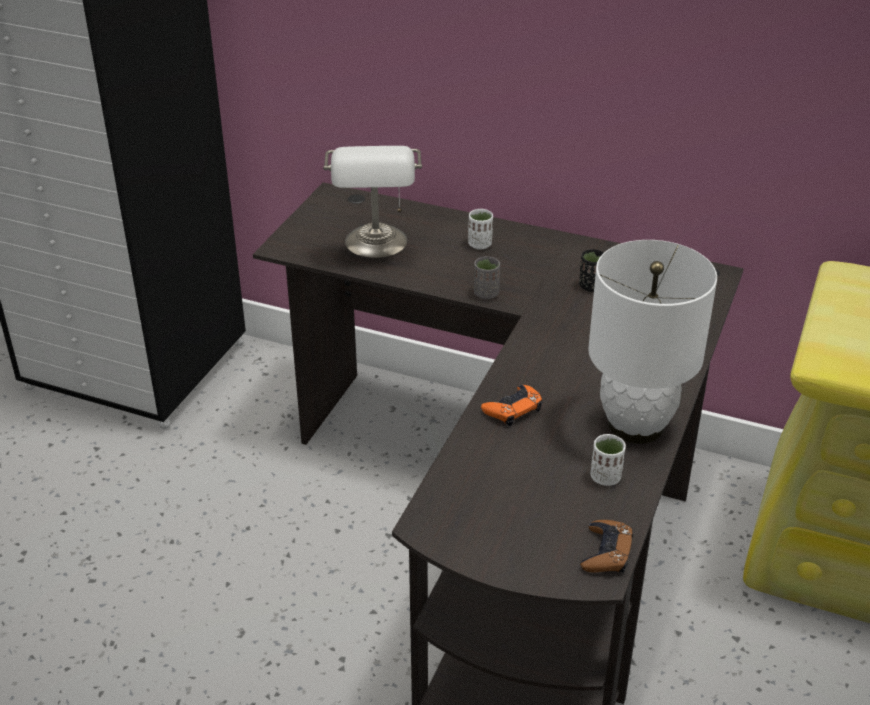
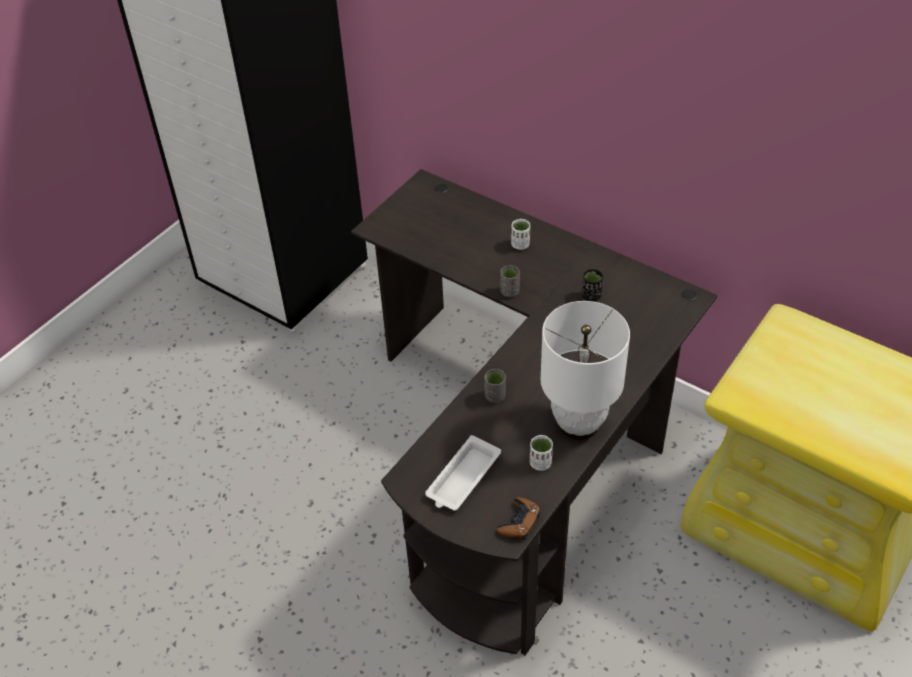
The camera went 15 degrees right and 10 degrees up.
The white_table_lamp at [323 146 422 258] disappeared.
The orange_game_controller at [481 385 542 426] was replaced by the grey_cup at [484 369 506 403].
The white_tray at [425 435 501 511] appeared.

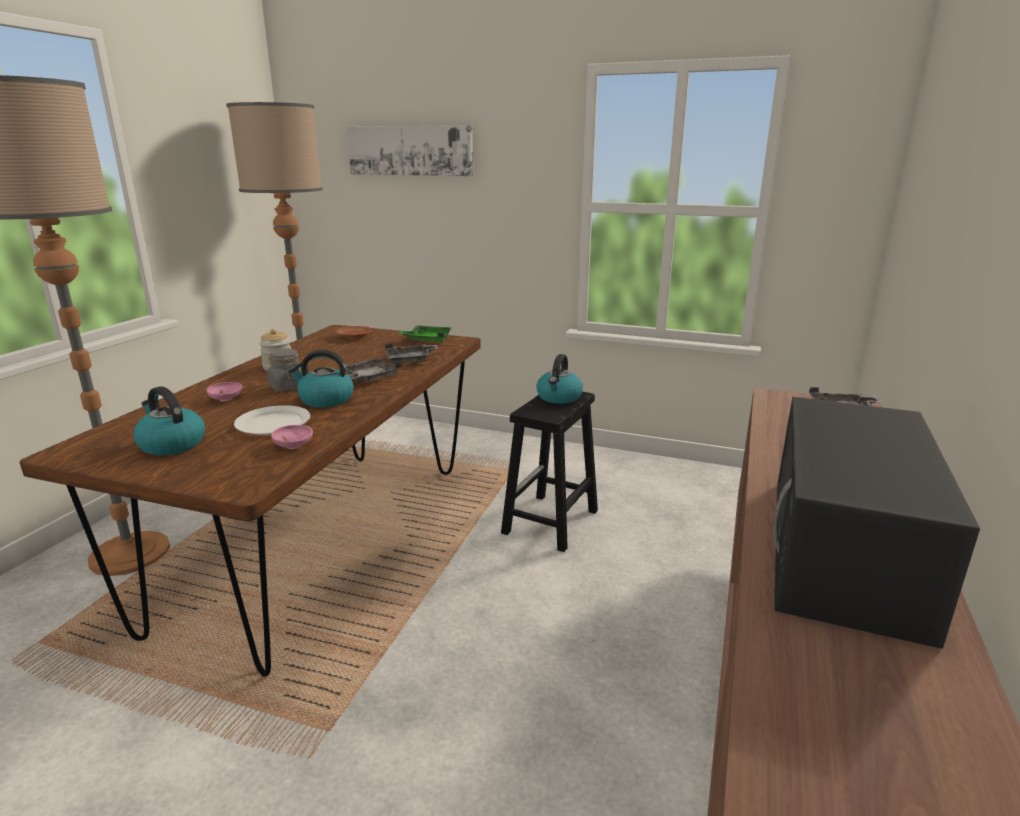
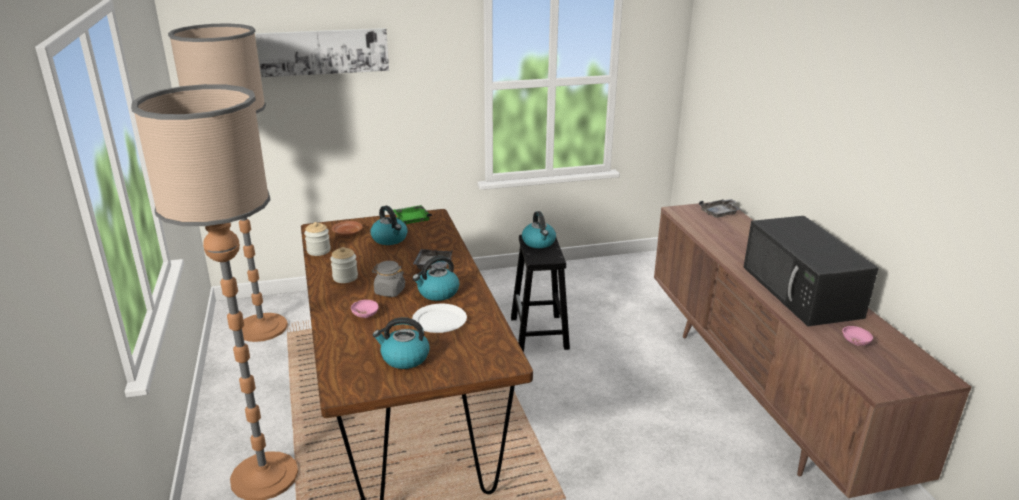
The camera went 35 degrees left and 5 degrees up.
The pink_bowl moved from [271 425 313 449] to [842 326 873 345].
The grey_tray at [385 344 438 364] disappeared.
The jar at [304 222 331 256] appeared.
The kettle at [370 206 408 245] appeared.

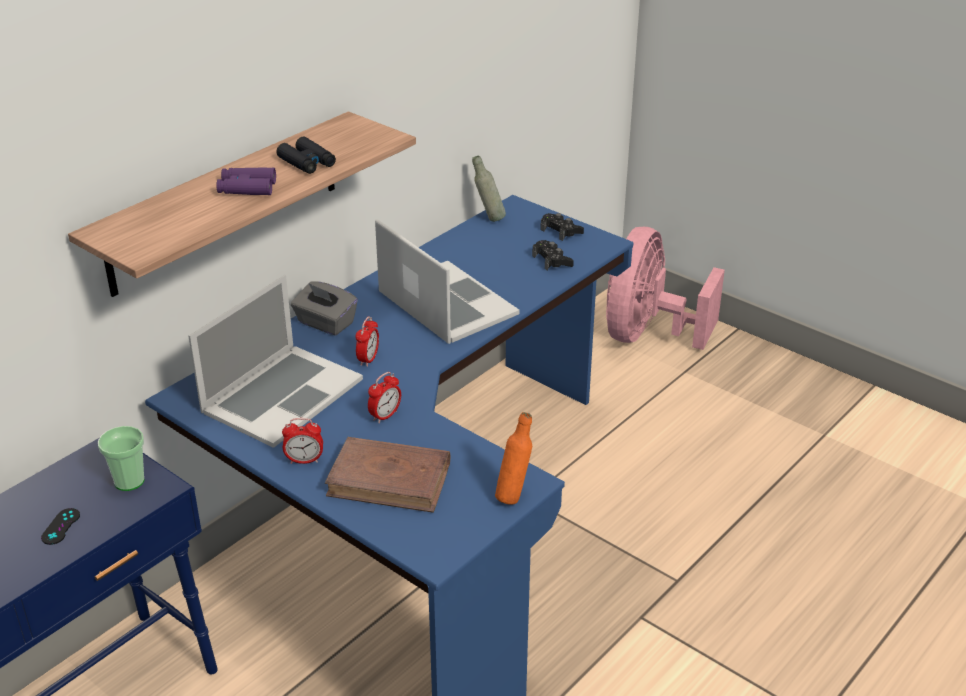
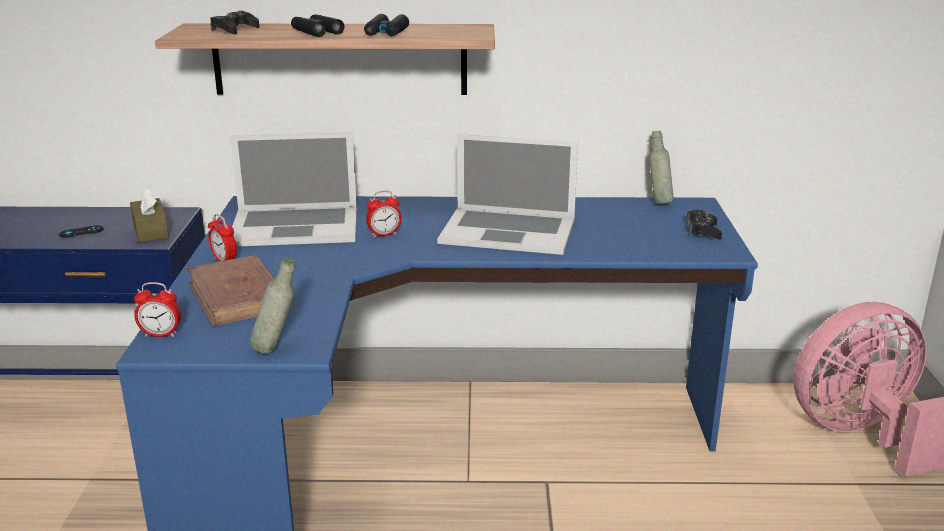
The camera went 50 degrees right and 10 degrees down.
The cup at [98 426 144 491] was replaced by the brown_tissue_box at [130 187 169 243].
The purple_binoculars at [216 168 276 195] became the black_binoculars at [291 14 344 37].
The grey_tissue_box at [291 281 358 335] disappeared.
The alarm_clock moved from [368 372 401 423] to [134 282 181 337].
The laptop at [375 219 520 344] turned 90 degrees clockwise.
The orange_bottle at [495 412 532 505] became the grey_bottle at [250 258 295 354].
The black_game_controller moved from [532 240 574 270] to [210 10 259 34].

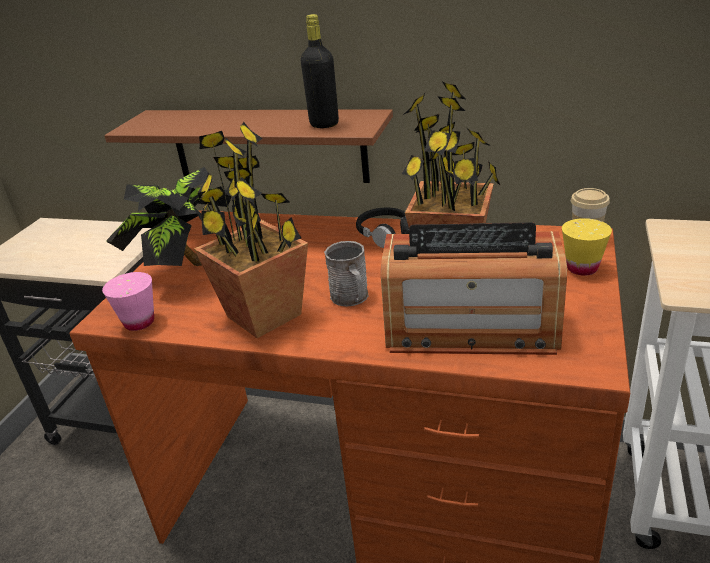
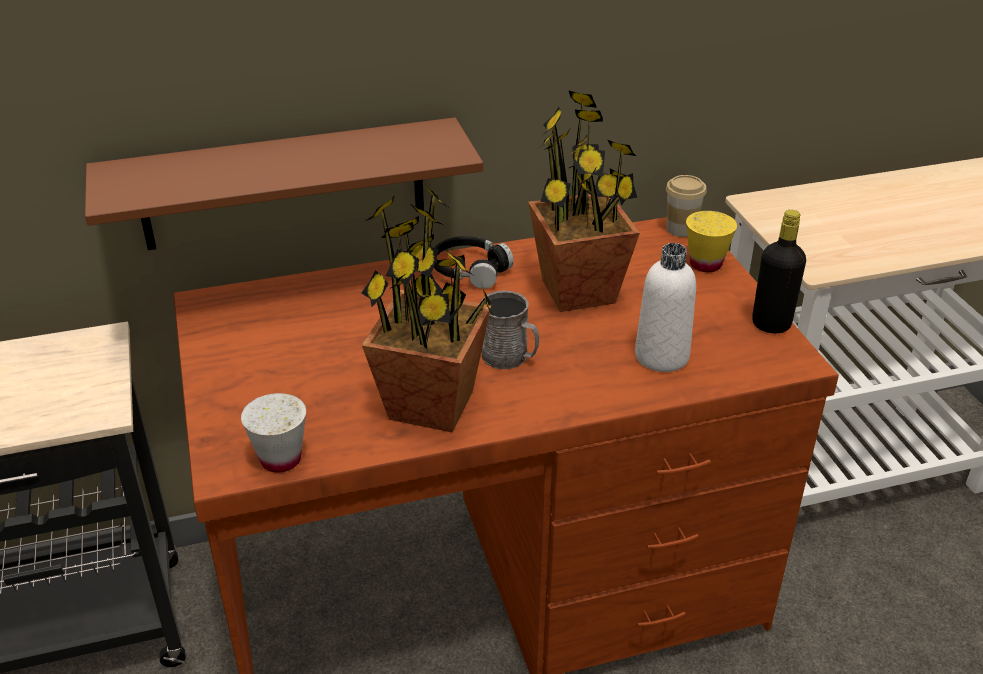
The camera went 35 degrees left and 5 degrees up.
The pink_cup at [102 272 154 331] became the white_cup at [241 393 306 473].
The potted_plant at [106 167 231 266] disappeared.
The black_bottle moved from [301 14 339 128] to [752 210 806 333].
The radio at [381 222 567 355] was replaced by the white_bottle at [635 243 696 372].

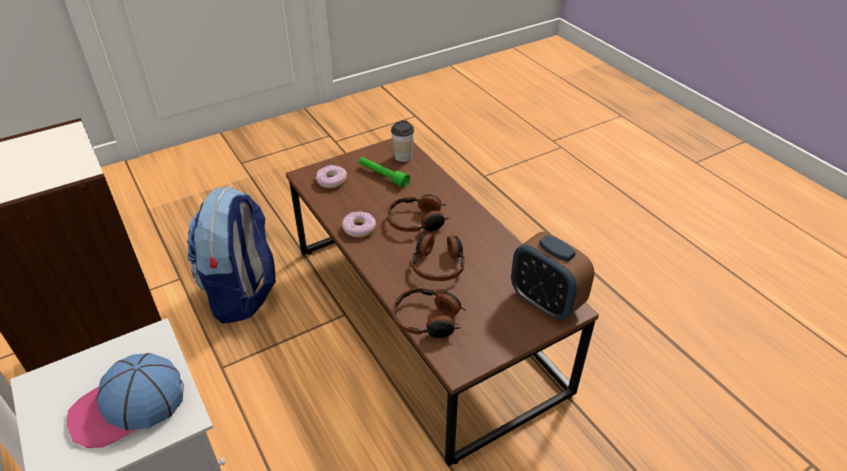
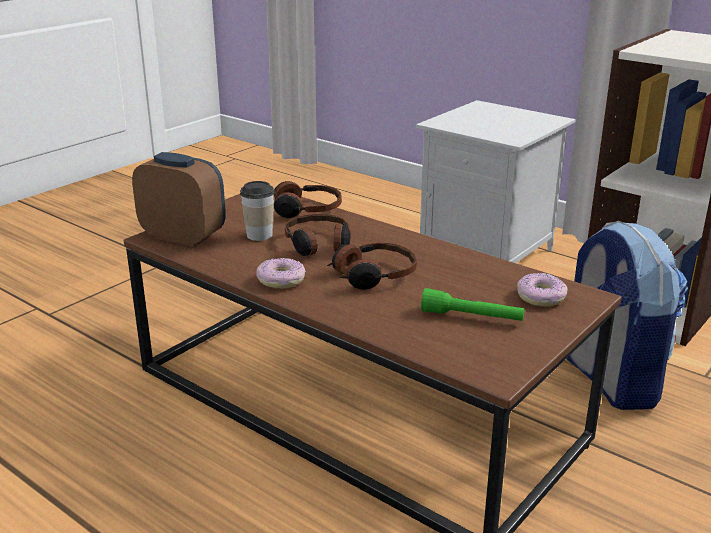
The camera went 160 degrees right and 15 degrees down.
The cap at [67 353 184 448] disappeared.
The donut moved from [342 211 376 237] to [257 258 306 288].
The cup moved from [391 120 414 162] to [240 181 274 241].

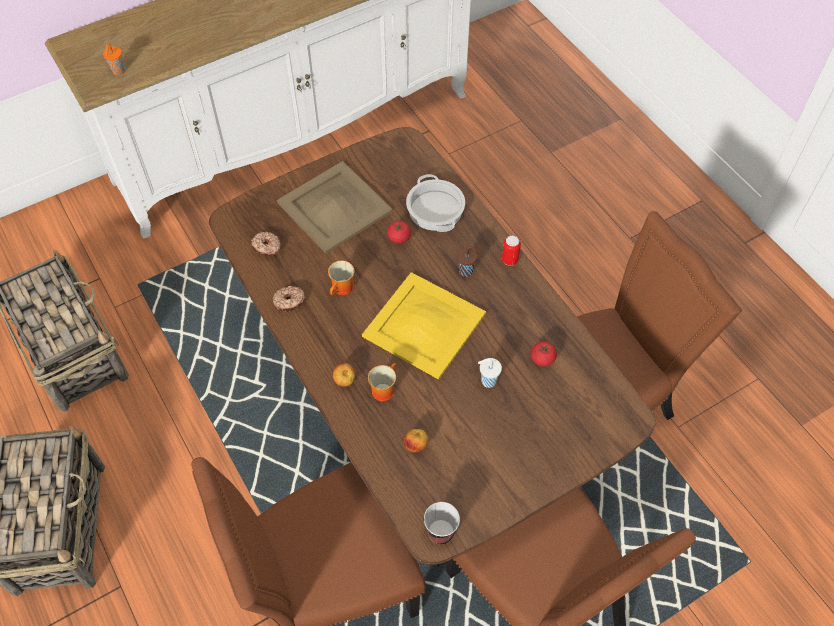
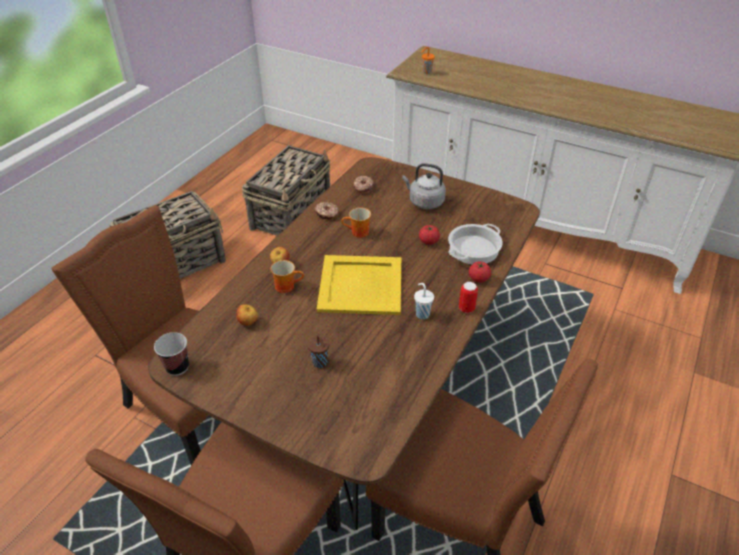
The camera went 60 degrees right and 15 degrees down.
The beige_tray at [277 161 393 254] was replaced by the grey_kettle at [402 163 446 209].
The brown_cup moved from [457 246 480 277] to [308 334 329 368].
The white_cup moved from [478 358 502 388] to [414 283 434 319].
The tomato moved from [531 341 557 367] to [469 261 491 283].

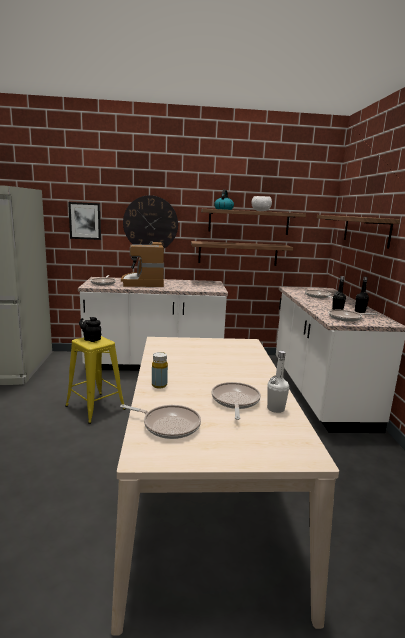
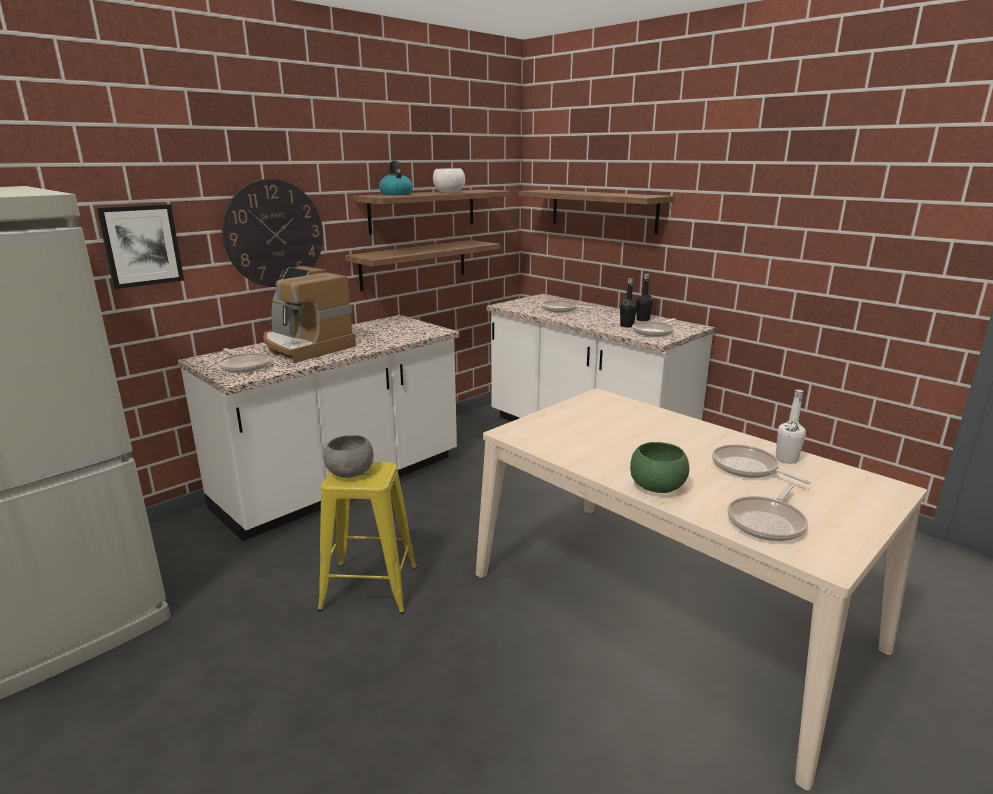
The camera went 40 degrees left and 5 degrees up.
The black_teapot at [79 317 101 342] was replaced by the grey_bowl at [324 435 374 478].
The frying_pan at [120 404 201 439] turned 150 degrees clockwise.
The yellow_bottle at [152 352 168 388] was replaced by the green_bowl at [630 442 689 493].

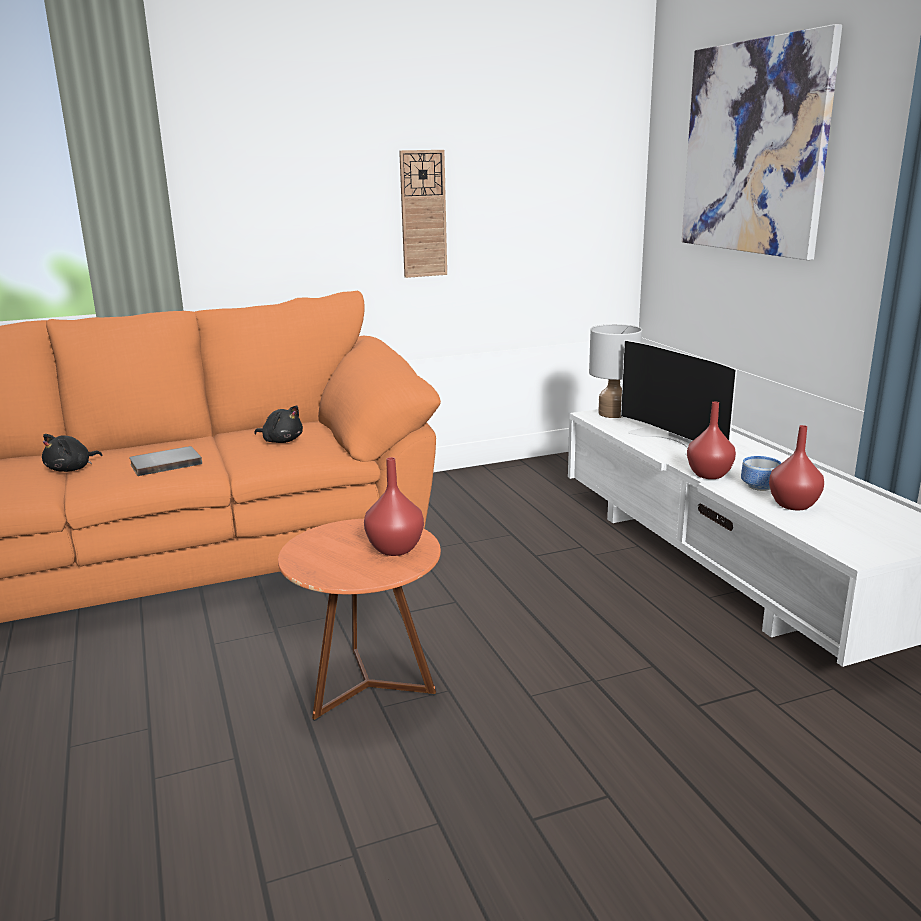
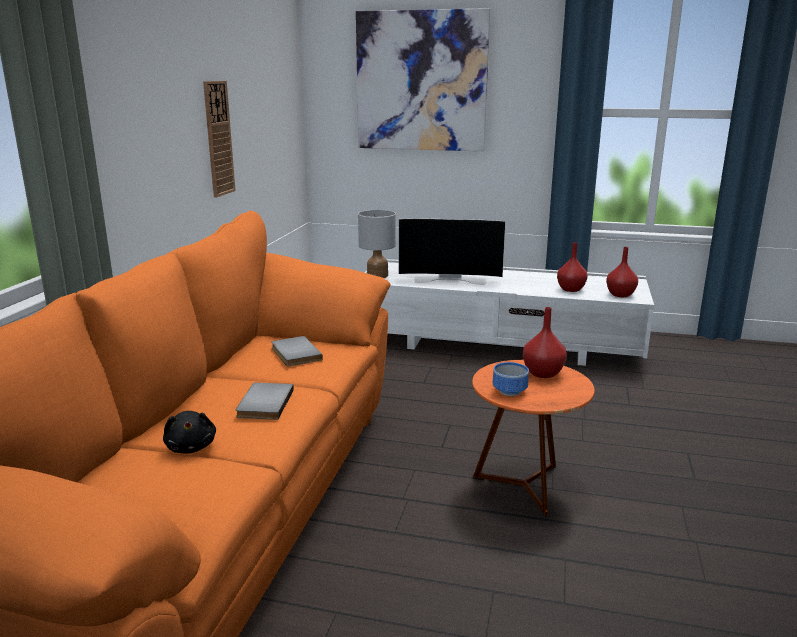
The camera went 55 degrees left and 0 degrees up.
The black_plush_toy at [254 406 303 443] was replaced by the grey_book at [271 336 323 366].
The red_vase moved from [687 402 736 479] to [606 247 638 297].
The bowl moved from [741 456 781 491] to [493 362 529 396].

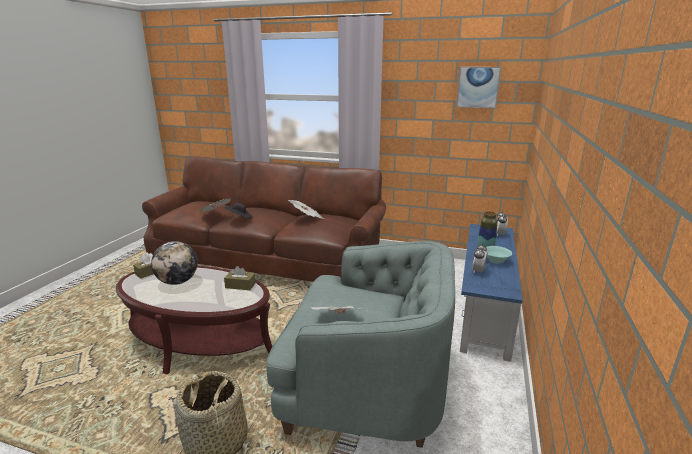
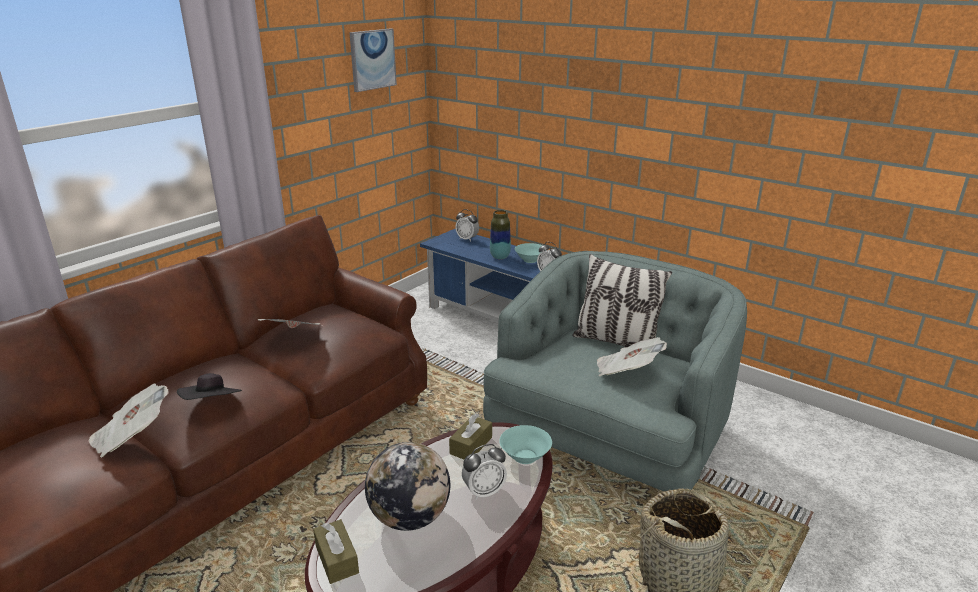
The camera went 70 degrees left and 5 degrees up.
The alarm_clock at [462 444 507 500] appeared.
The turquoise_bowl at [499 425 552 464] appeared.
The pillow at [572 254 672 347] appeared.

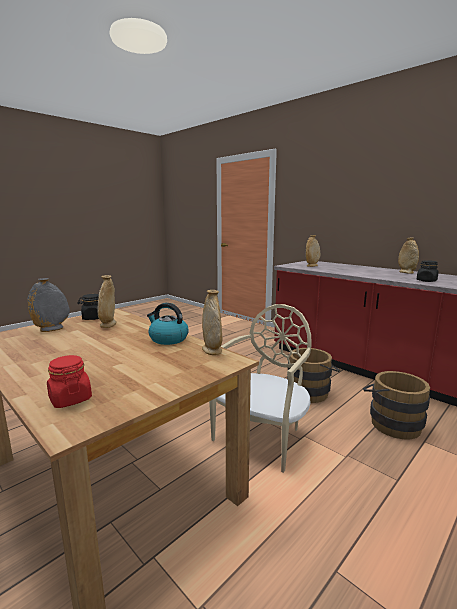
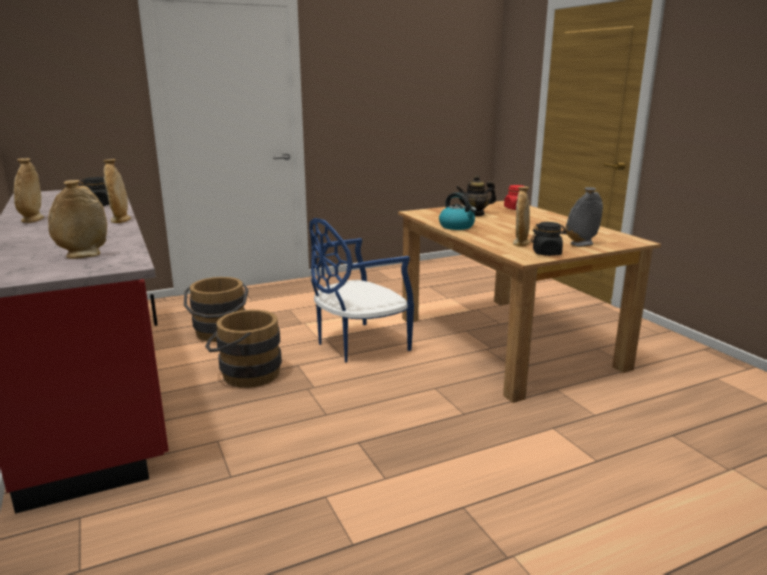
The camera went 160 degrees left and 5 degrees up.
The beige_vase moved from [202 290 222 355] to [103 159 131 223].
The beige_chair at [209 304 312 473] became the blue_chair at [309 218 414 362].
The teapot at [456 175 496 216] appeared.

